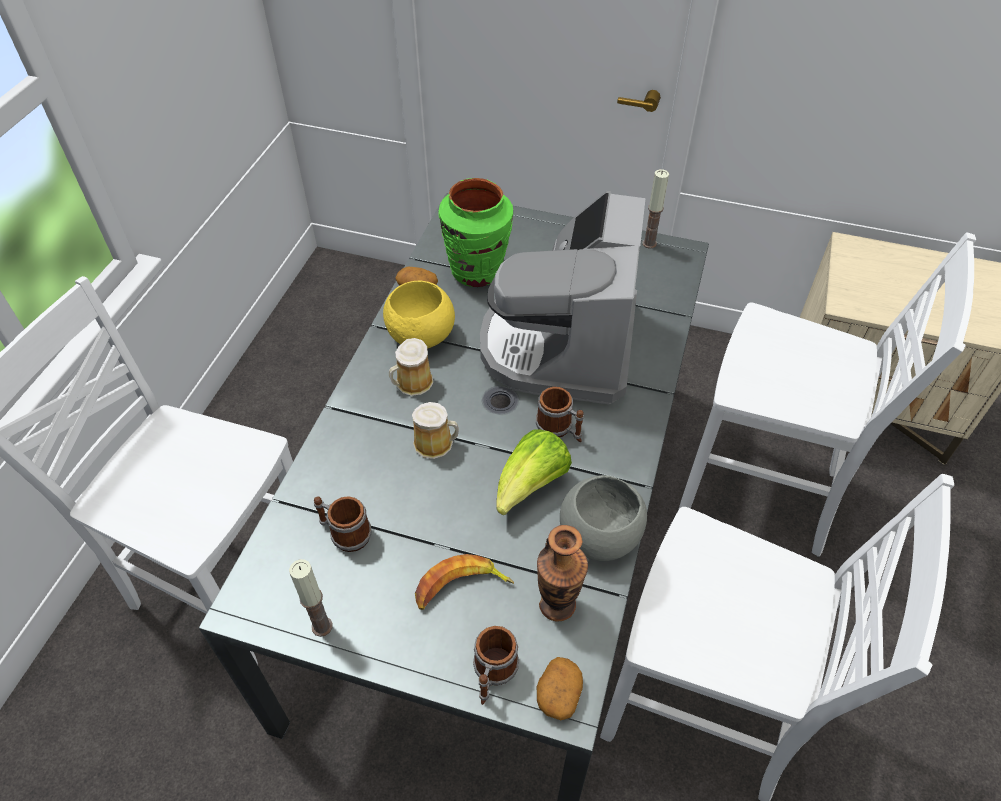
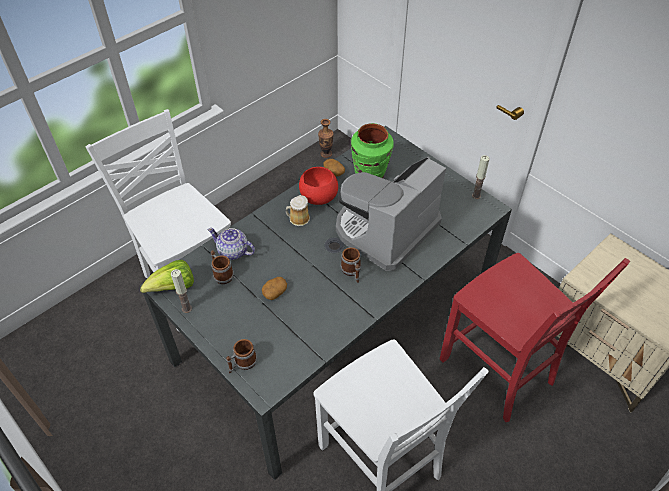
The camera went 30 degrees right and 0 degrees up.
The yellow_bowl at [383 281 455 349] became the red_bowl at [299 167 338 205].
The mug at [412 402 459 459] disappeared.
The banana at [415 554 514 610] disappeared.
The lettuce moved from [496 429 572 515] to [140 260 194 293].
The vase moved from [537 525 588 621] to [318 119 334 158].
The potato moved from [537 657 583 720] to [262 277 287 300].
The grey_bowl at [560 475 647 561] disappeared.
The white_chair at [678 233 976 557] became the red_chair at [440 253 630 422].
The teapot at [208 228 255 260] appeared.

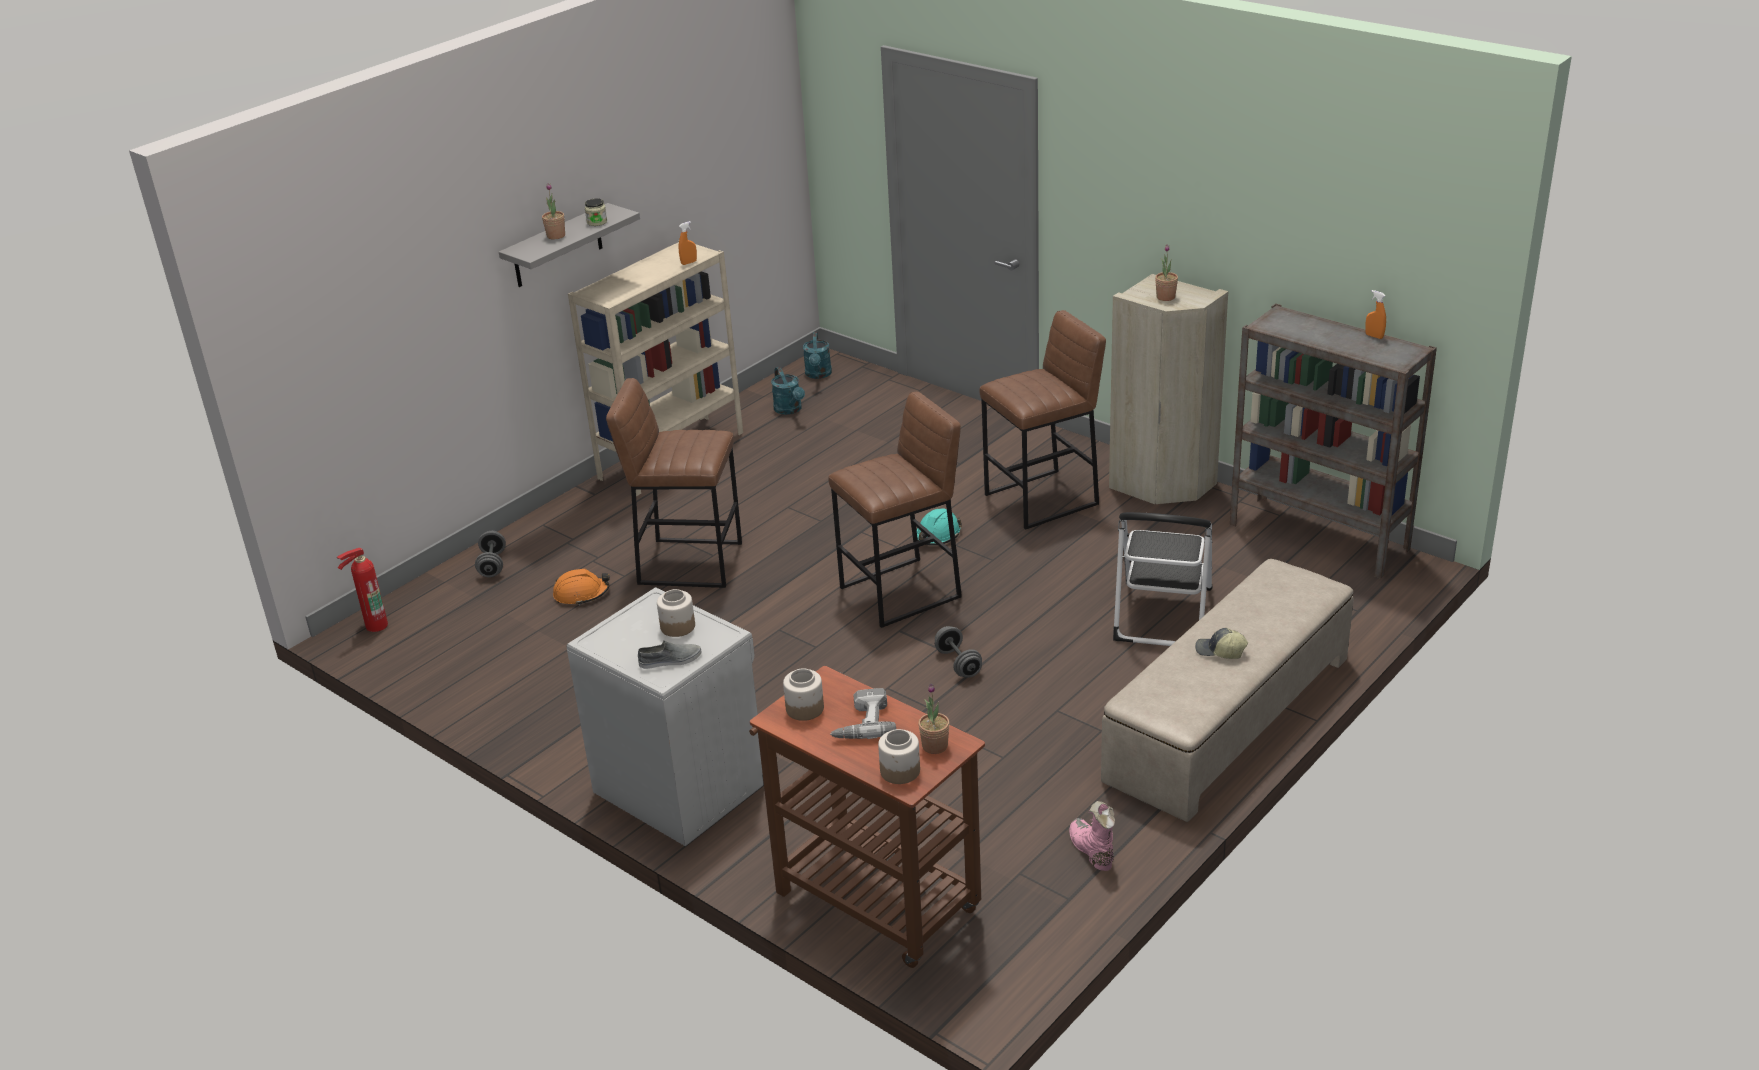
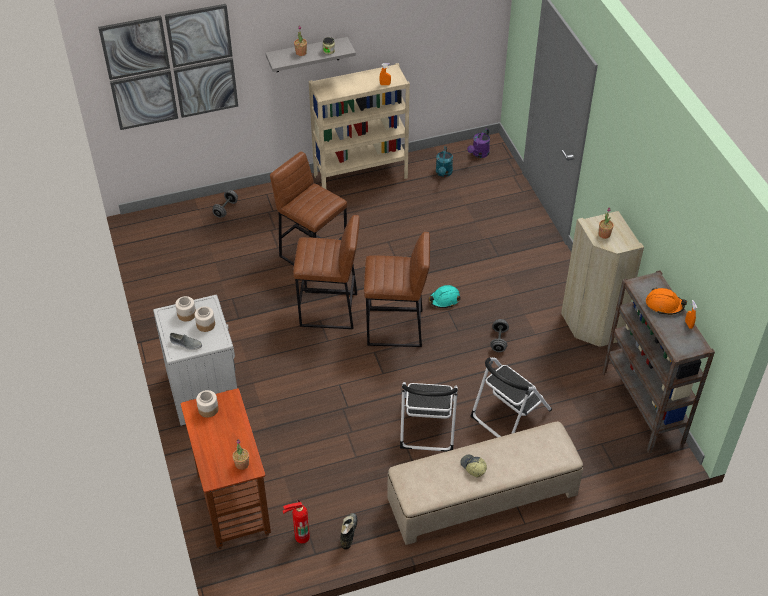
The camera went 30 degrees right and 15 degrees up.
The fire_extinguisher moved from [337 548 388 632] to [283 499 310 543].
The orange_hard_hat moved from [553 569 610 606] to [646 287 687 315].
The turquoise_watering_can at [803 332 832 379] became the purple_watering_can at [467 129 490 158].
The power_drill at [830 688 896 739] disappeared.
The jar moved from [878 729 920 784] to [175 296 196 322].
The grey_dumbbell moved from [935 626 982 678] to [490 319 509 352].
The brown_stool moved from [979 310 1106 530] to [293 215 360 329].
The pink_boot at [1070 801 1115 871] became the black_boot at [340 513 357 550].
The picture at [98 4 238 130] appeared.
The step_ladder at [400 382 458 452] appeared.

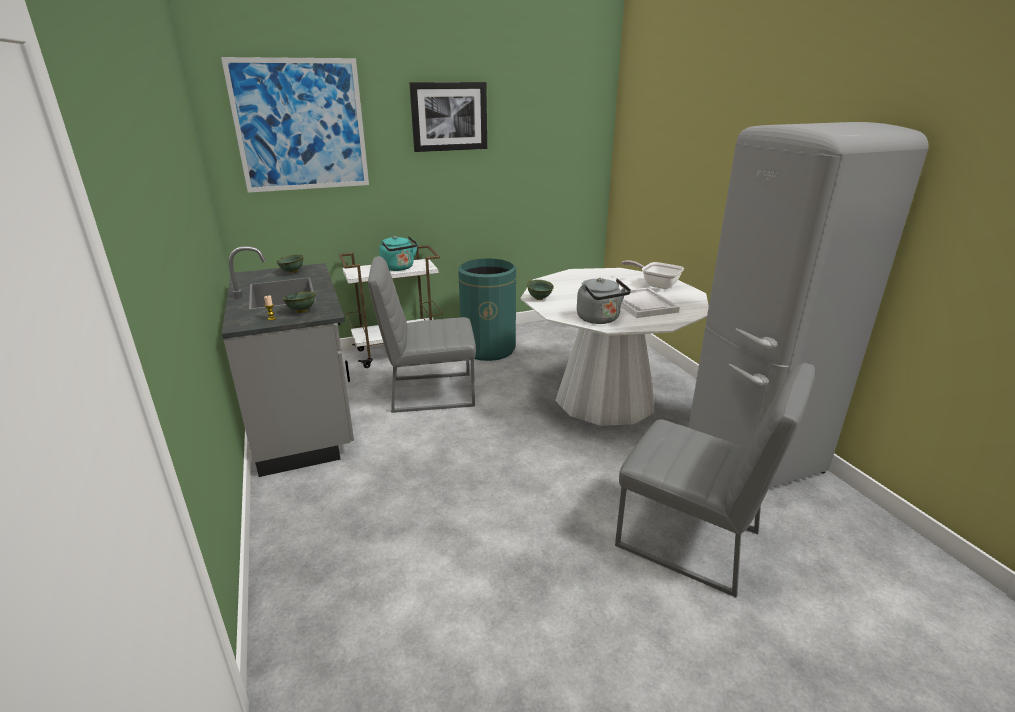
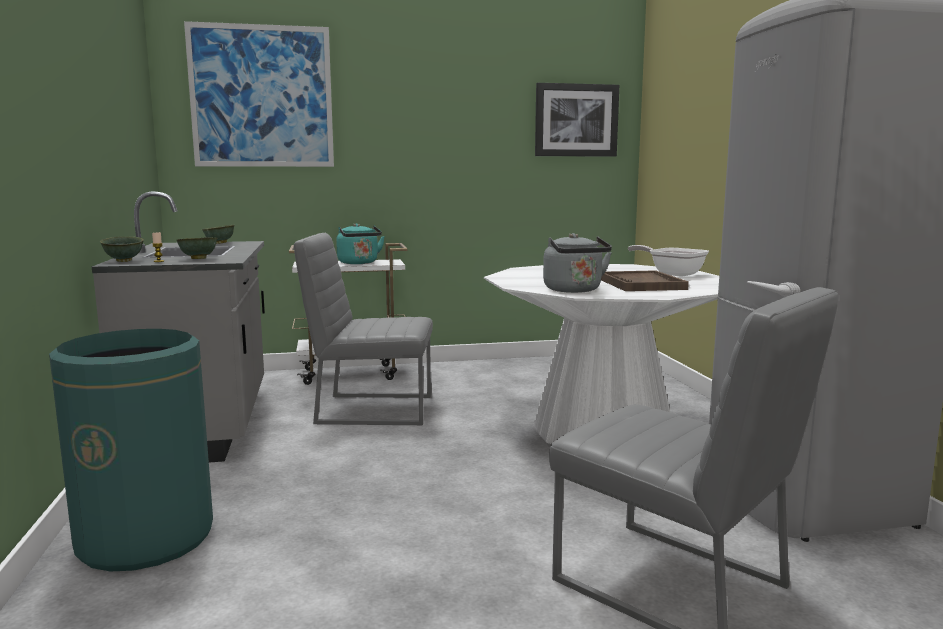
The camera went 10 degrees right and 15 degrees down.
The picture moved from [409 82 487 152] to [535 83 619 157].
The green_trash_can moved from [458 258 516 361] to [49 329 213 571].
The green_bowl moved from [527 280 554 300] to [100 237 144 262].
The white_tray at [621 287 680 318] became the brown_tray at [601 270 689 291].

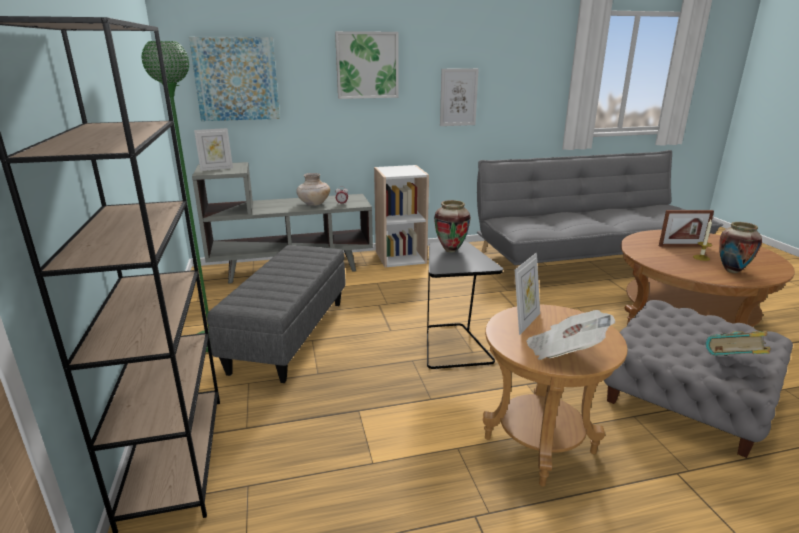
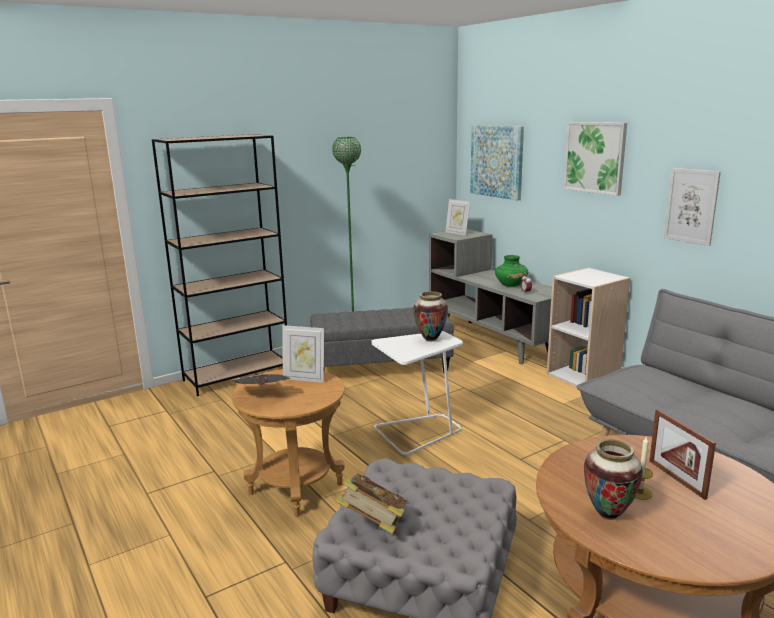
The camera went 70 degrees right and 5 degrees down.
The beige_vase at [296 173 330 206] became the green_vase at [495 255 528 287].
The black_side_table at [427 241 503 369] became the white_side_table at [371 331 463 455].

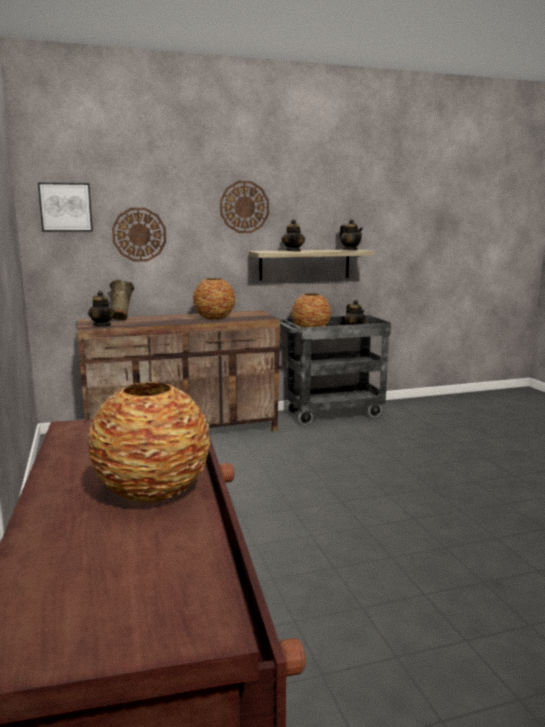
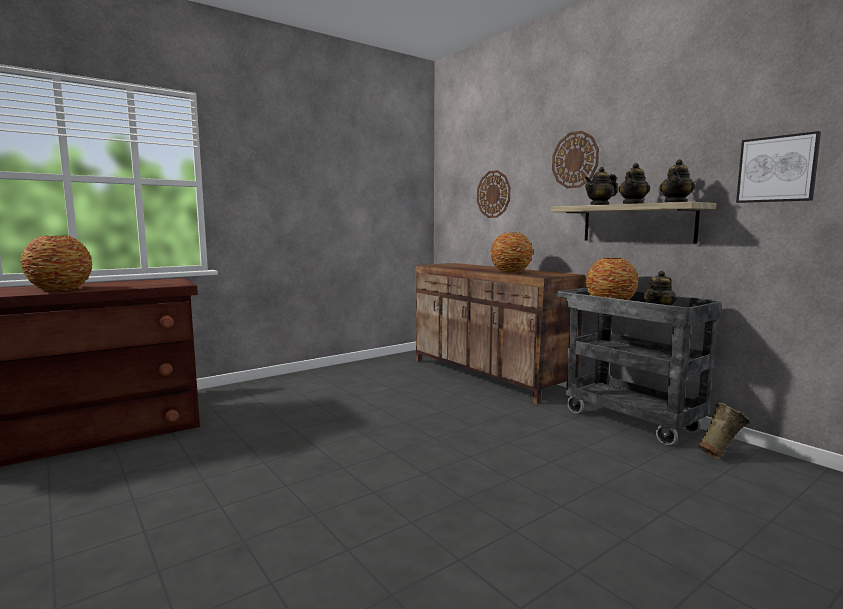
The camera went 70 degrees right and 5 degrees down.
The picture moved from [38 183 93 232] to [736 131 821 203].
The teapot moved from [88 291 115 327] to [619 163 650 204].
The beige_vase moved from [110 280 134 320] to [698 402 750 459].

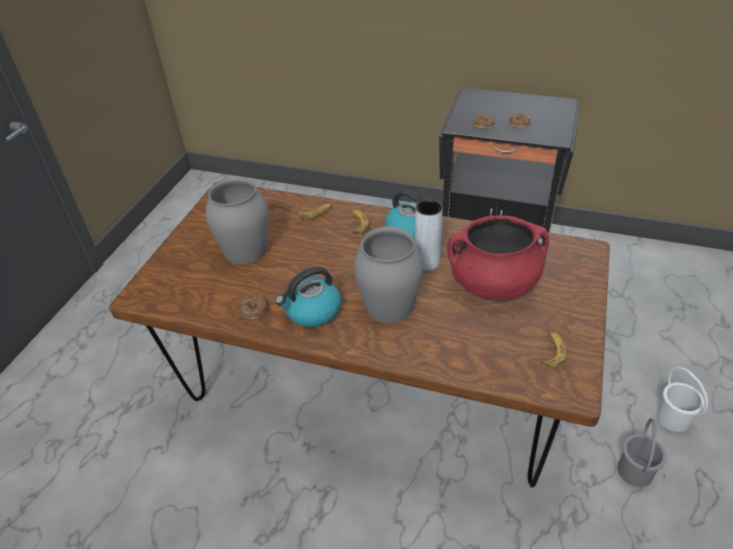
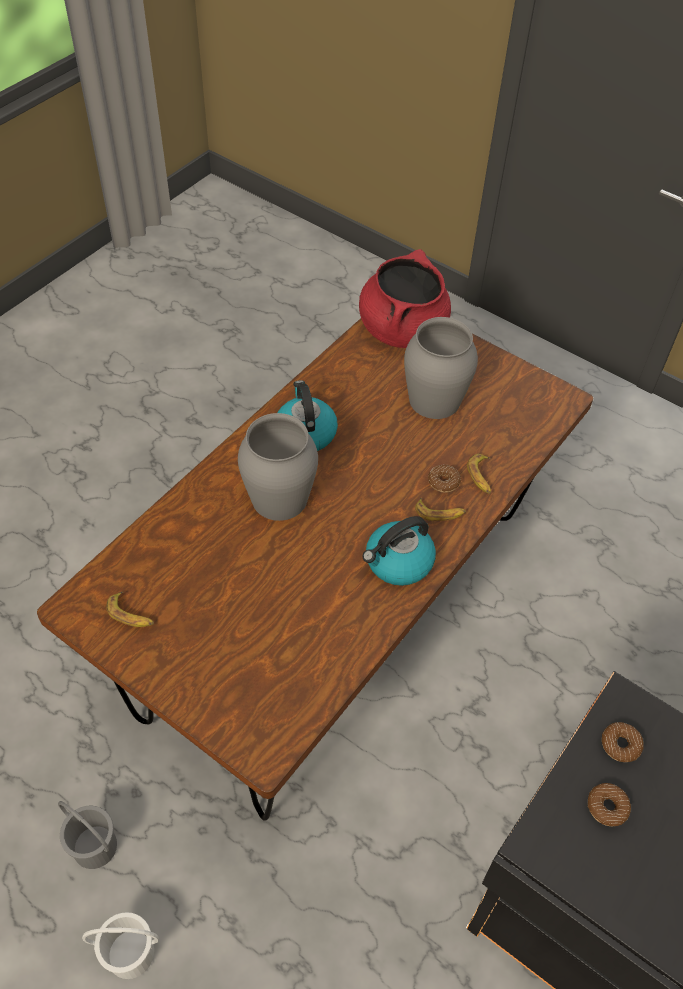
The camera went 105 degrees right and 10 degrees up.
The donut moved from [239 295 267 319] to [428 465 461 493].
The grey_vase at [415 200 443 270] disappeared.
The red_cooking_pot moved from [447 216 549 300] to [359 249 451 348].

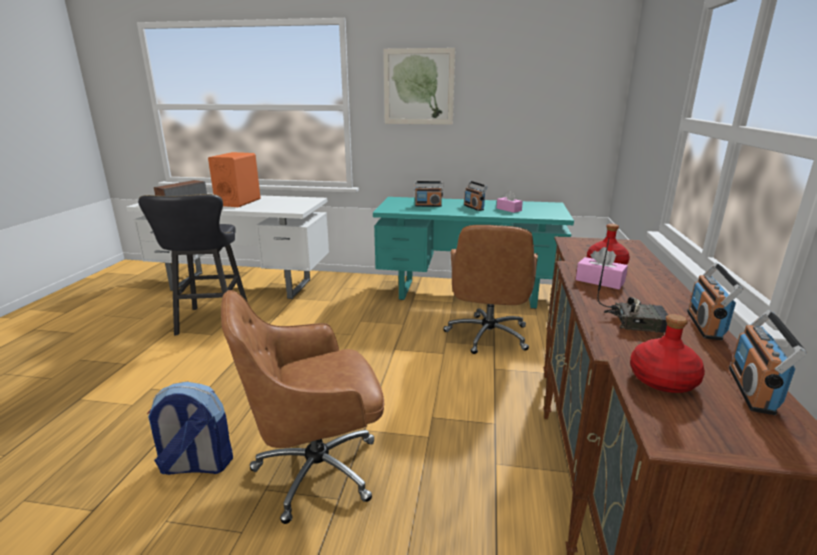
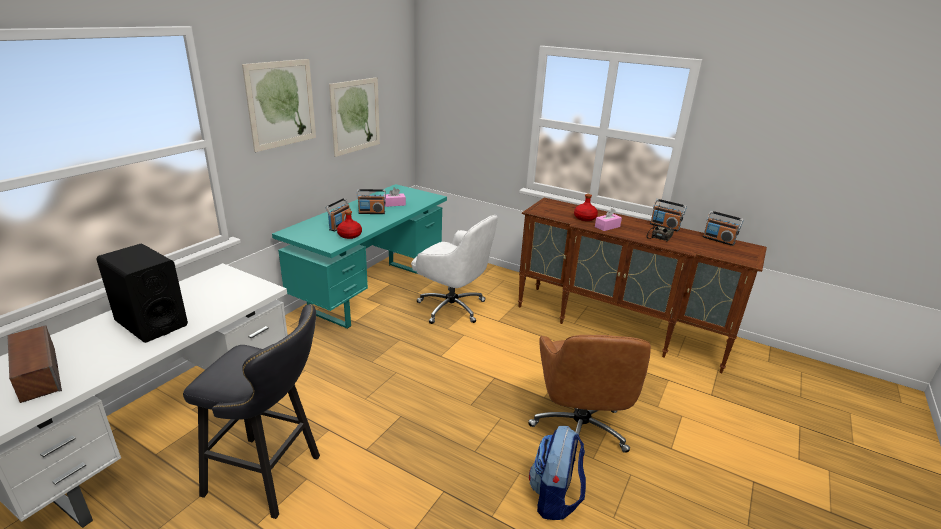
The camera went 70 degrees left and 5 degrees up.
The orange_speaker at [208 152 261 207] became the black_speaker at [96 244 188 343].
The brown_office_chair at [443 225 538 354] became the white_office_chair at [411 215 498 324].
The red_bottle moved from [630 314 705 393] to [337 210 362 239].
The picture at [329 77 380 157] appeared.

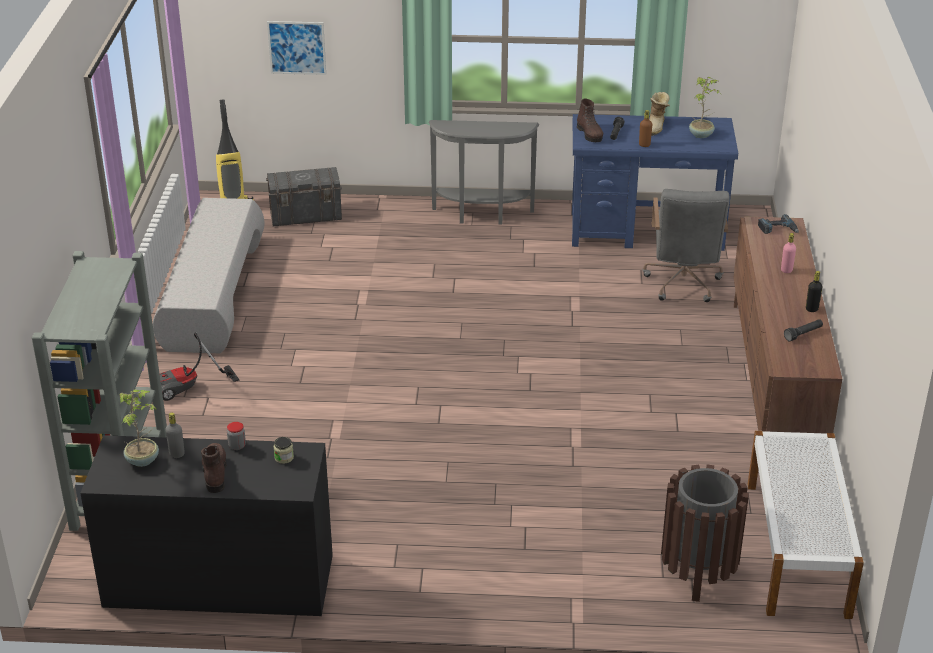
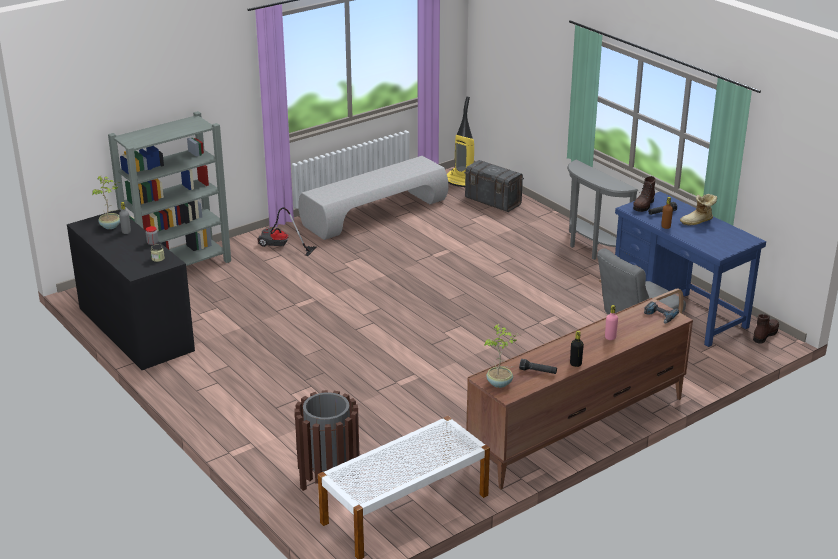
The camera went 50 degrees right and 5 degrees down.
The brown_boot moved from [201 443 227 493] to [753 314 779 344].
The picture at [267 21 326 75] disappeared.
The potted_plant moved from [689 77 721 138] to [484 324 520 388].

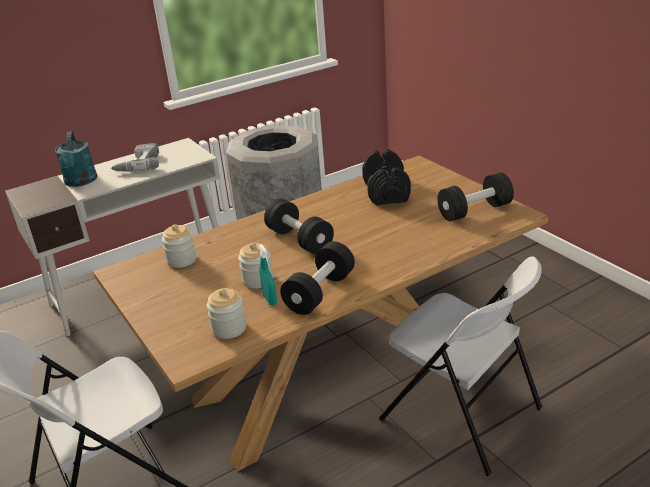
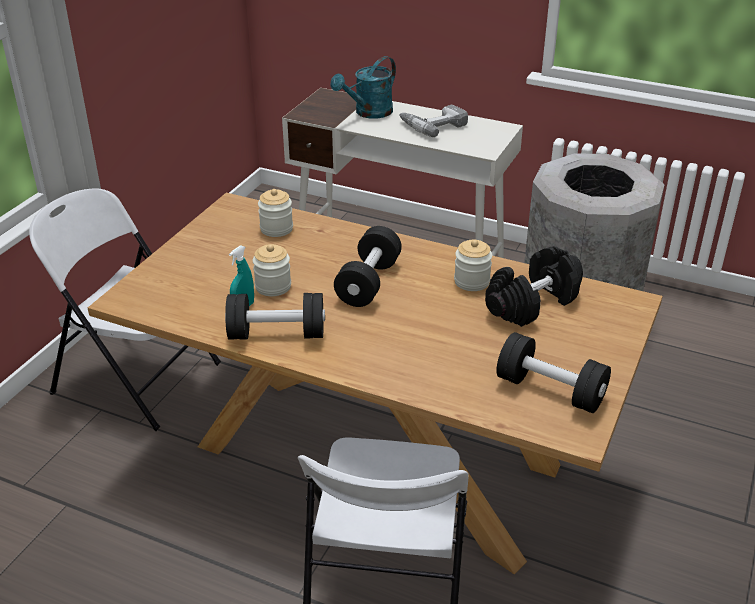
The camera went 55 degrees right and 5 degrees up.
The jar moved from [207 288 246 339] to [454 239 492 291].

